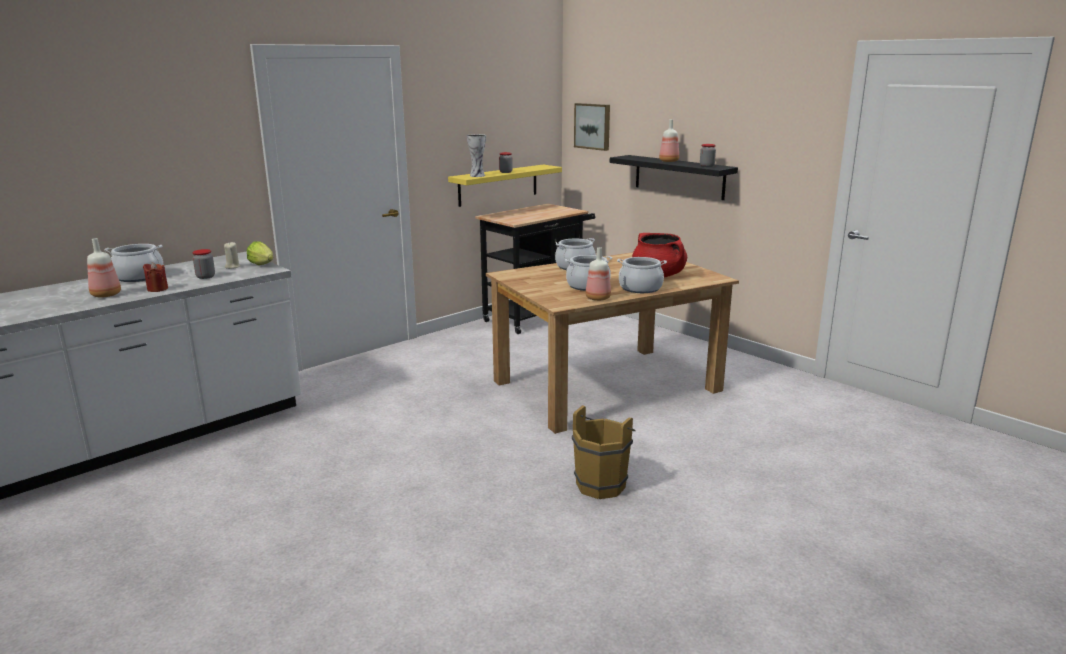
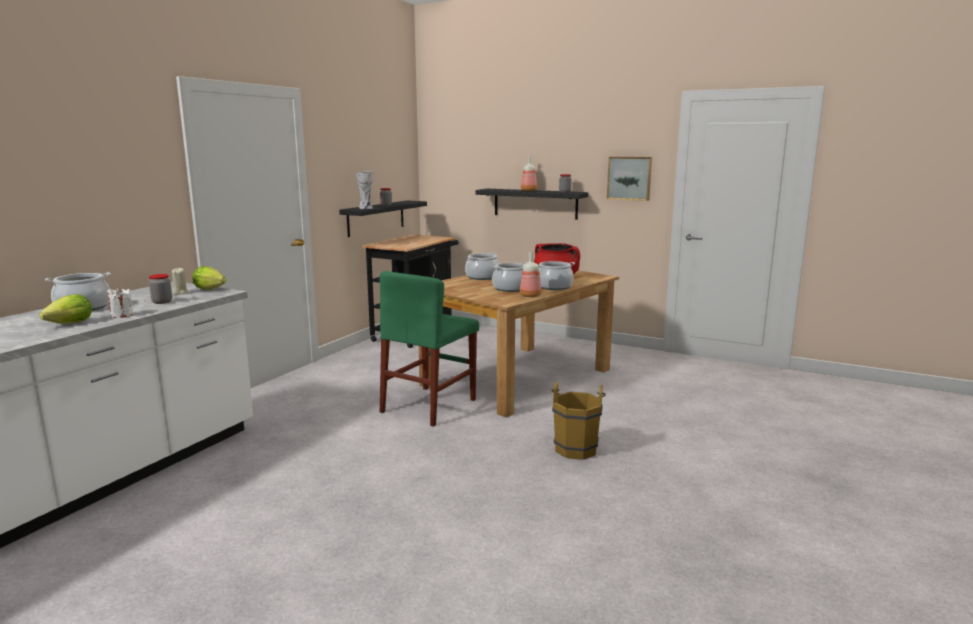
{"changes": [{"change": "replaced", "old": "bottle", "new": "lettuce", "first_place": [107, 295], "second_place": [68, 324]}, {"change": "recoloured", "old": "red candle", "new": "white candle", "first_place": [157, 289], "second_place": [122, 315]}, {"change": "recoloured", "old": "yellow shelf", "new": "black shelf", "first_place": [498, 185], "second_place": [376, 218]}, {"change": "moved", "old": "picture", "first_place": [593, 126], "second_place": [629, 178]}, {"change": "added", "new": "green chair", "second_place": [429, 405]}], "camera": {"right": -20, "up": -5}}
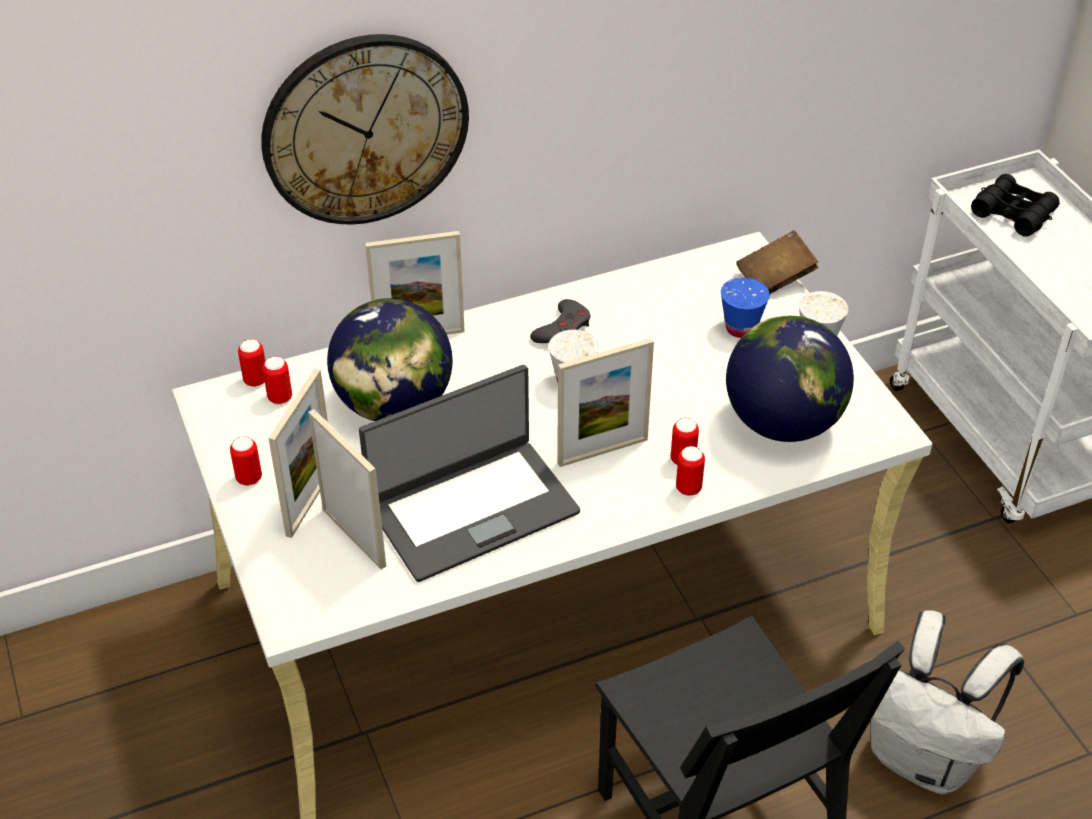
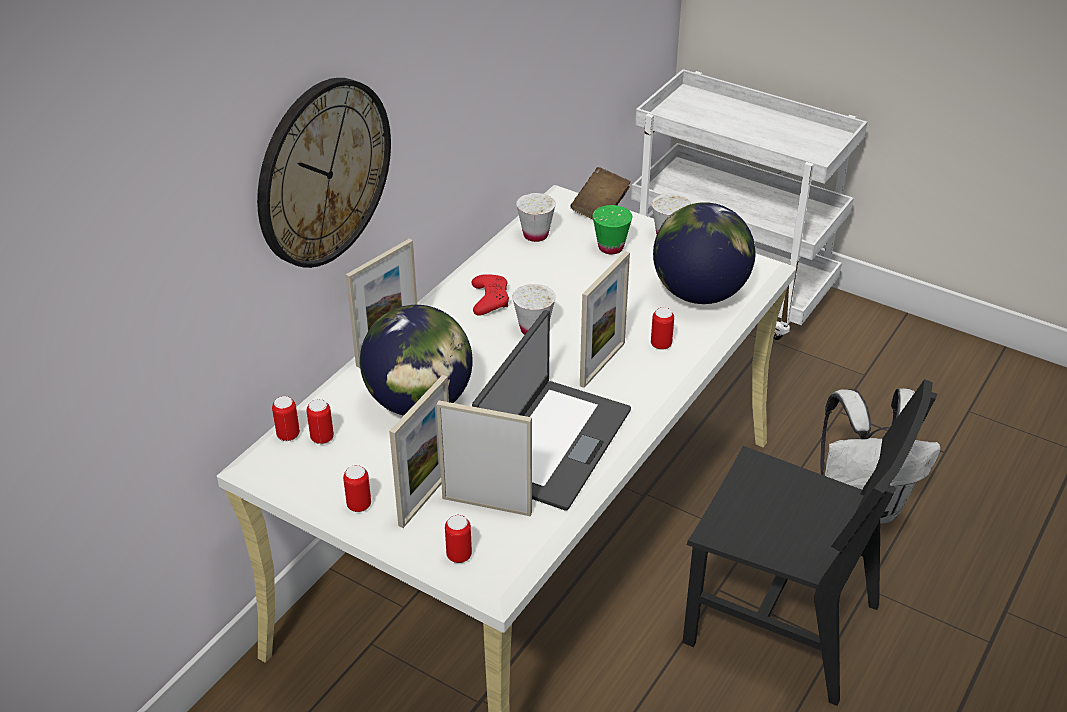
{"changes": [{"change": "turned", "old": "picture frame", "first_place": [310, 501], "second_place": [426, 497], "degrees": 45}, {"change": "recoloured", "old": "grey game controller", "new": "red game controller", "first_place": [563, 329], "second_place": [490, 299]}, {"change": "moved", "old": "can", "first_place": [688, 488], "second_place": [459, 556]}, {"change": "recoloured", "old": "blue cup", "new": "green cup", "first_place": [741, 328], "second_place": [610, 247]}, {"change": "removed", "old": "black binoculars", "first_place": [1013, 213]}, {"change": "added", "new": "white cup", "second_place": [535, 235]}], "camera": {"right": -35, "up": -5}}
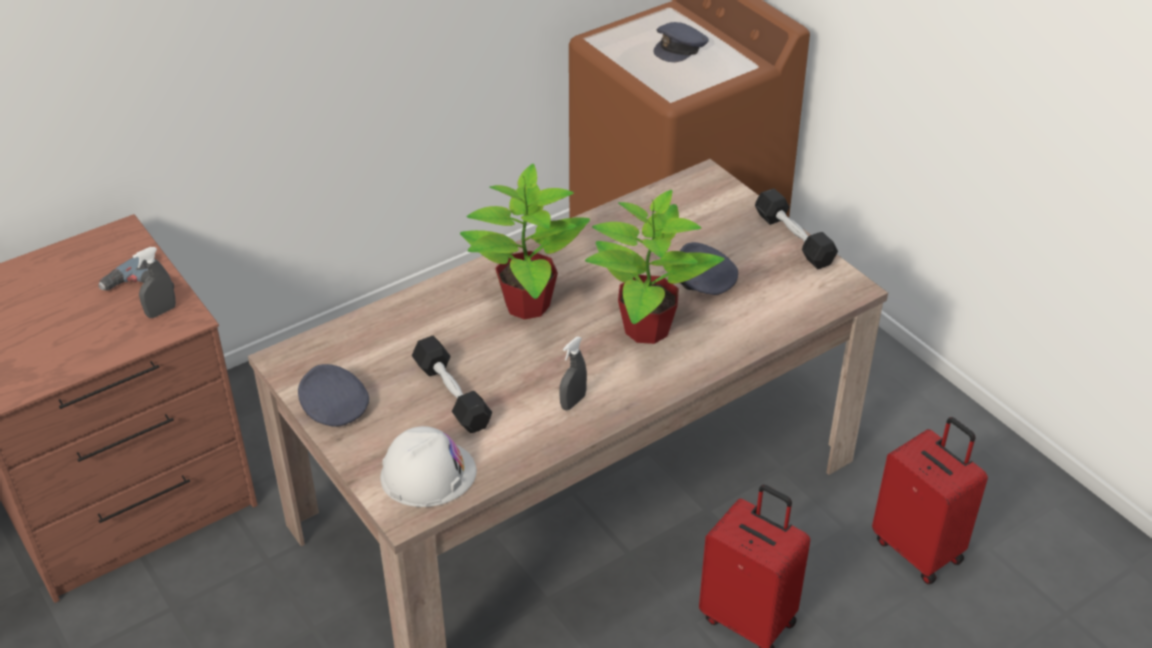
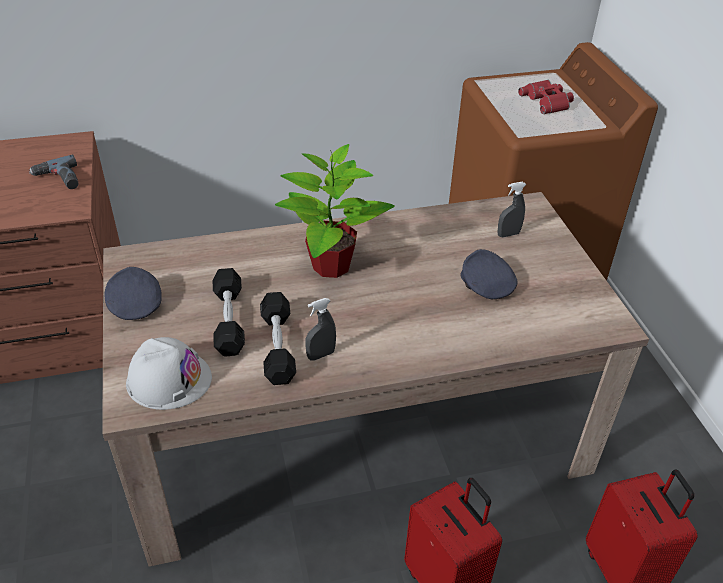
{"changes": [{"change": "moved", "old": "grey spray bottle", "first_place": [161, 312], "second_place": [508, 234]}, {"change": "removed", "old": "potted plant", "first_place": [645, 329]}, {"change": "replaced", "old": "grey cap", "new": "red binoculars", "first_place": [680, 48], "second_place": [547, 101]}, {"change": "moved", "old": "black dumbbell", "first_place": [793, 239], "second_place": [278, 346]}], "camera": {"right": 20, "up": 0}}
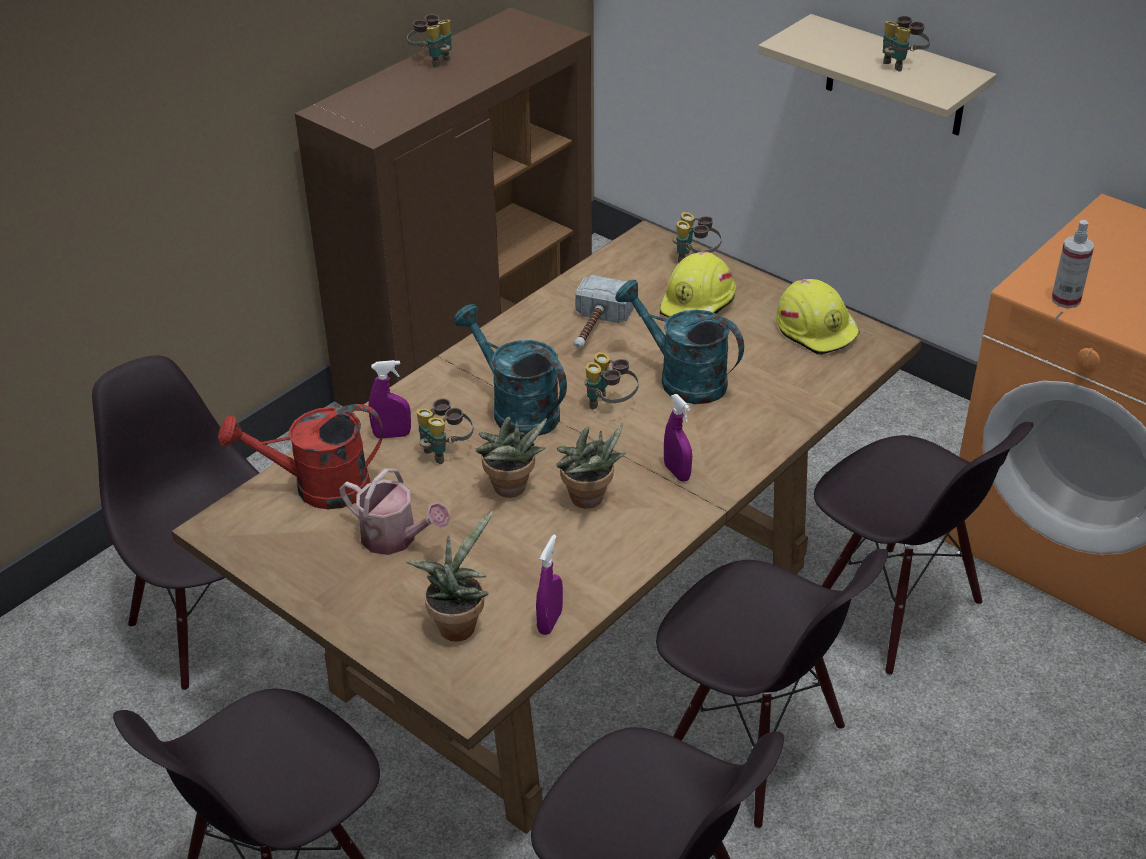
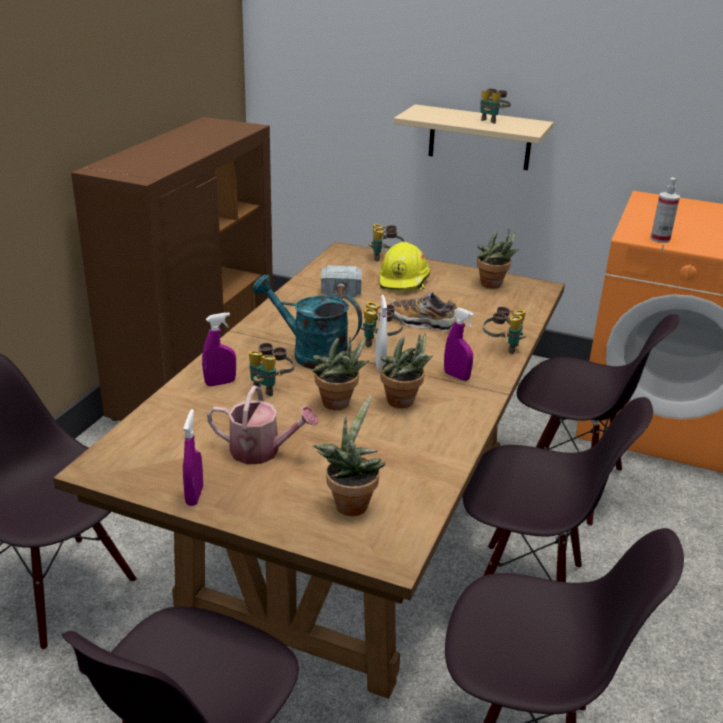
{"changes": [{"change": "removed", "old": "red watering can", "first_place": [318, 488]}, {"change": "moved", "old": "binoculars", "first_place": [433, 60], "second_place": [502, 347]}, {"change": "moved", "old": "purple spray bottle", "first_place": [550, 622], "second_place": [194, 496]}, {"change": "replaced", "old": "turquoise watering can", "new": "shoe", "first_place": [682, 379], "second_place": [421, 322]}, {"change": "replaced", "old": "yellow hard hat", "new": "potted plant", "first_place": [817, 329], "second_place": [493, 285]}, {"change": "added", "new": "white spray bottle", "second_place": [380, 366]}], "camera": {"right": -20, "up": -10}}
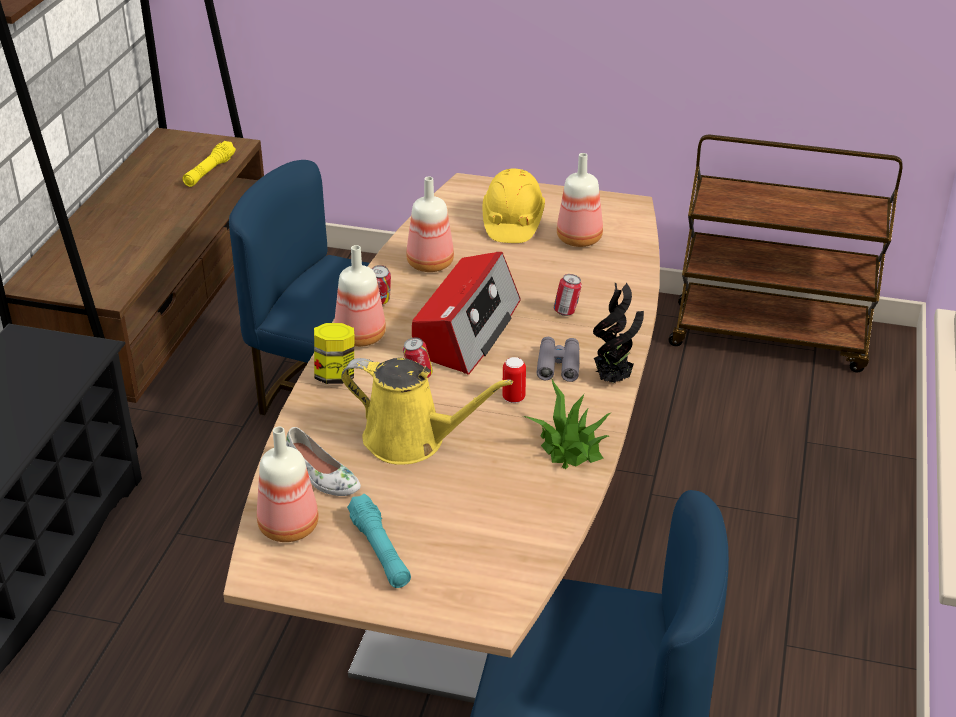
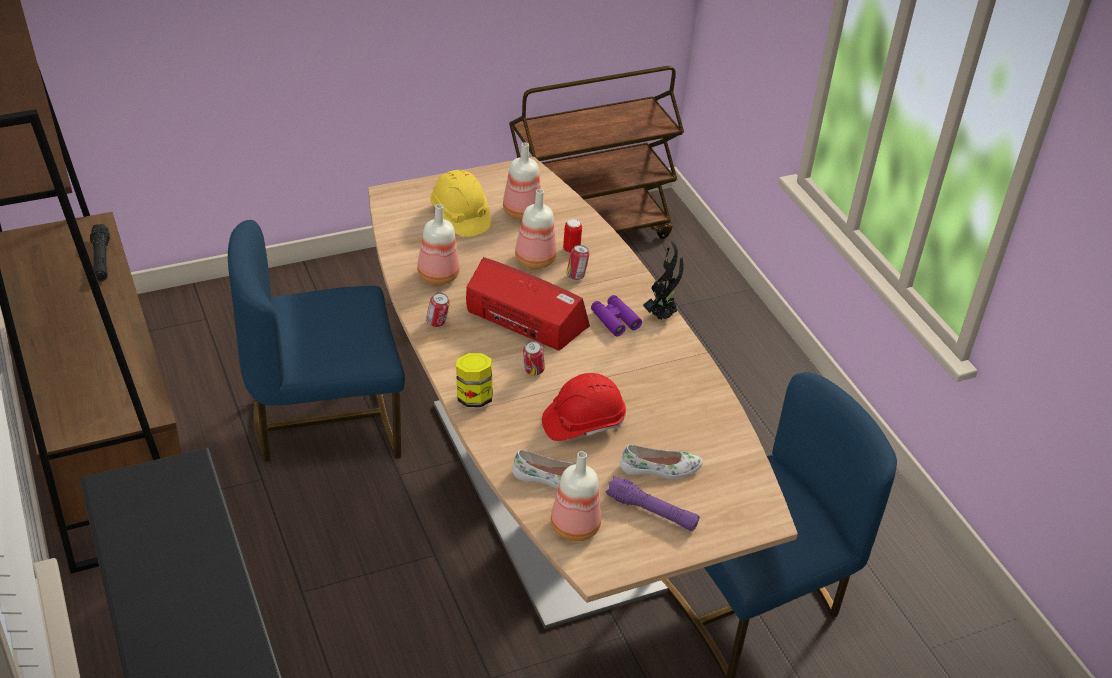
{"changes": [{"change": "recoloured", "old": "yellow flashlight", "new": "black flashlight", "first_place": [209, 171], "second_place": [101, 259]}, {"change": "moved", "old": "bottle", "first_place": [359, 337], "second_place": [534, 260]}, {"change": "replaced", "old": "yellow watering can", "new": "red hard hat", "first_place": [412, 440], "second_place": [583, 422]}, {"change": "recoloured", "old": "turquoise flashlight", "new": "purple flashlight", "first_place": [380, 551], "second_place": [652, 511]}, {"change": "turned", "old": "radio", "first_place": [466, 330], "second_place": [524, 319], "degrees": -45}, {"change": "moved", "old": "can", "first_place": [513, 398], "second_place": [571, 249]}, {"change": "removed", "old": "potted plant", "first_place": [570, 446]}, {"change": "recoloured", "old": "grey binoculars", "new": "purple binoculars", "first_place": [558, 365], "second_place": [615, 320]}, {"change": "added", "new": "white shoe", "second_place": [660, 469]}], "camera": {"right": -40, "up": 5}}
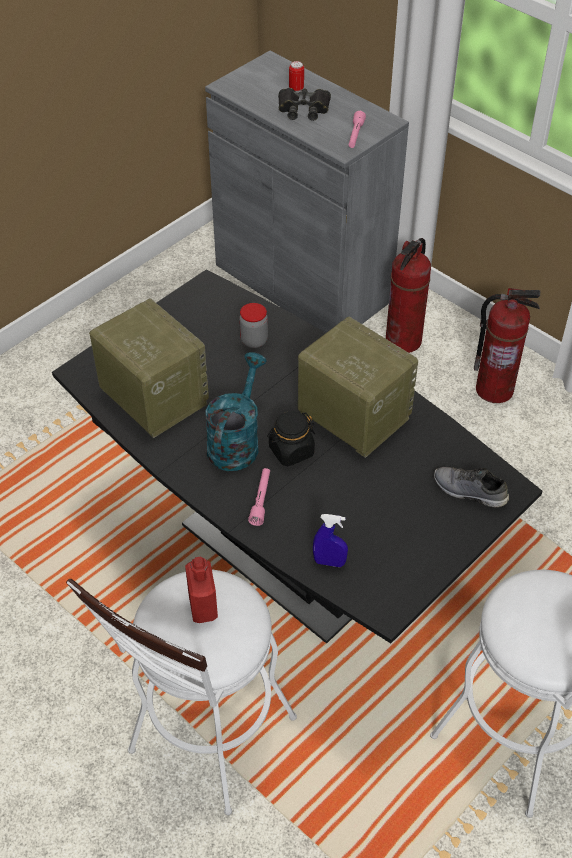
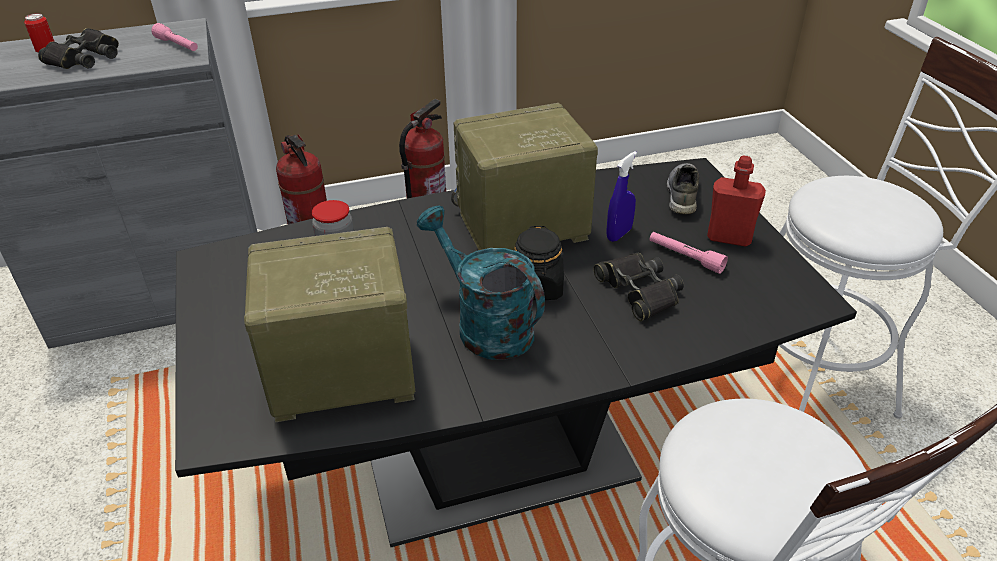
{"changes": [{"change": "moved", "old": "red bottle", "first_place": [203, 607], "second_place": [729, 237]}, {"change": "moved", "old": "pink flashlight", "first_place": [261, 500], "second_place": [685, 257]}, {"change": "moved", "old": "blue spray bottle", "first_place": [329, 562], "second_place": [619, 234]}, {"change": "turned", "old": "grey shoe", "first_place": [469, 492], "second_place": [681, 194], "degrees": 135}, {"change": "added", "new": "black binoculars", "second_place": [639, 291]}], "camera": {"right": -60, "up": -10}}
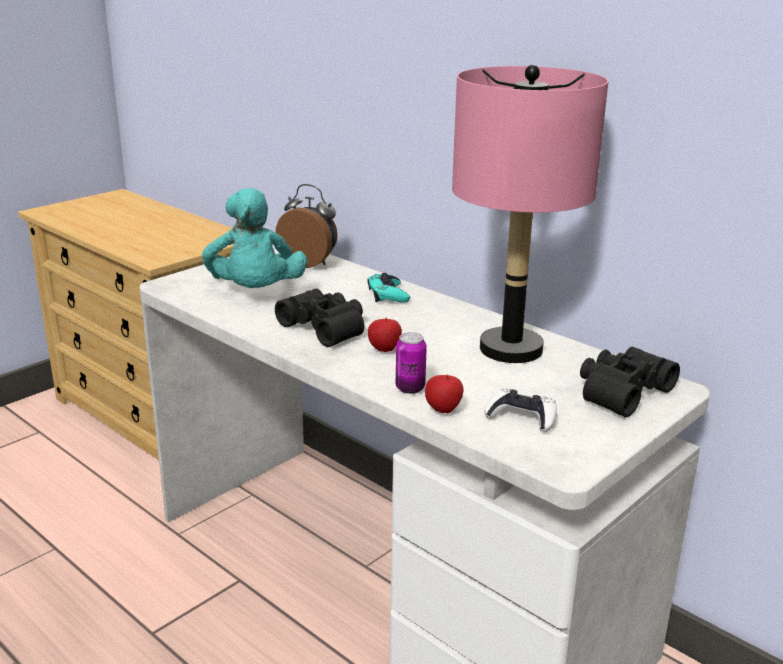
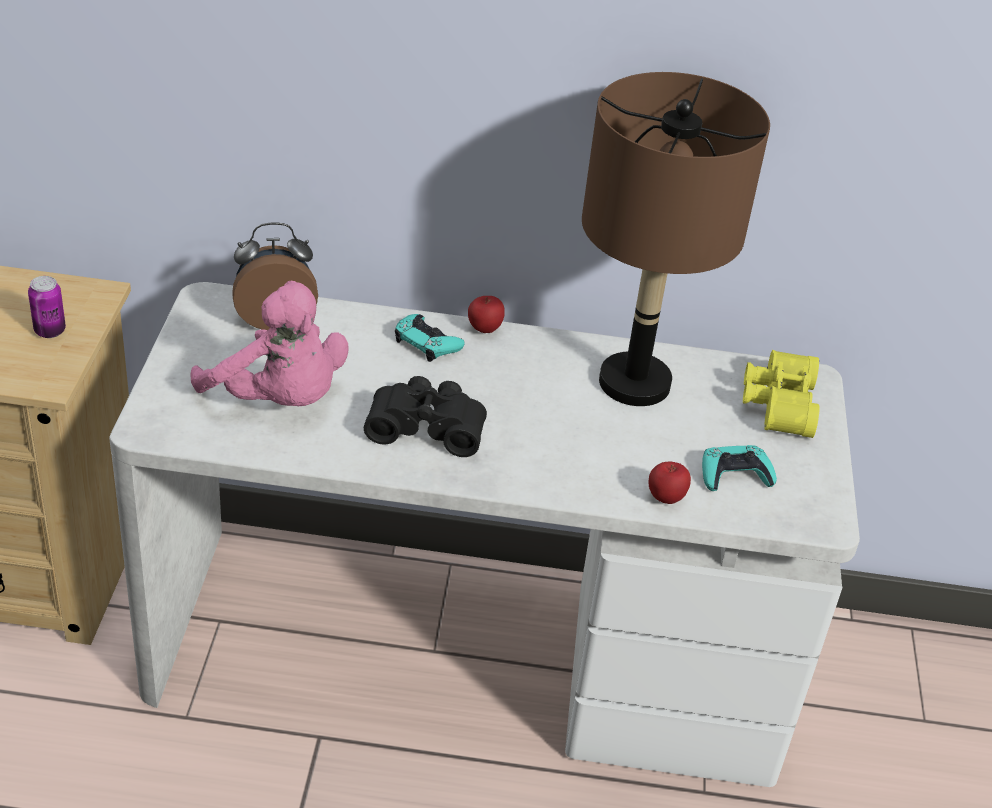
{"changes": [{"change": "recoloured", "old": "turquoise plush toy", "new": "pink plush toy", "first_place": [255, 293], "second_place": [279, 400]}, {"change": "moved", "old": "apple", "first_place": [384, 350], "second_place": [484, 329]}, {"change": "moved", "old": "can", "first_place": [410, 388], "second_place": [50, 331]}, {"change": "recoloured", "old": "pink table lamp", "new": "brown table lamp", "first_place": [510, 349], "second_place": [634, 384]}, {"change": "recoloured", "old": "white game controller", "new": "turquoise game controller", "first_place": [522, 416], "second_place": [734, 475]}, {"change": "recoloured", "old": "black binoculars", "new": "yellow binoculars", "first_place": [620, 391], "second_place": [776, 403]}], "camera": {"right": -40, "up": 15}}
